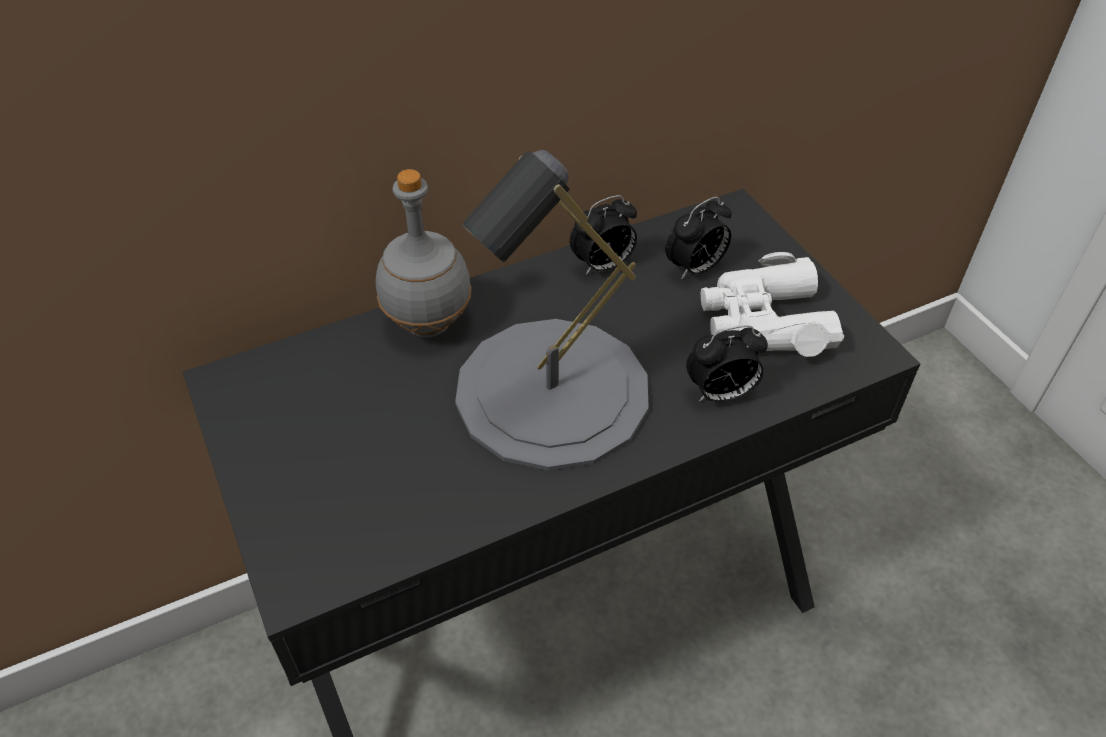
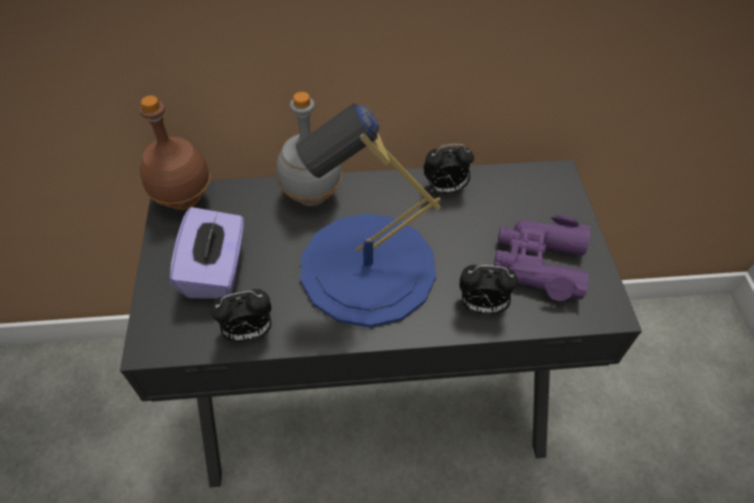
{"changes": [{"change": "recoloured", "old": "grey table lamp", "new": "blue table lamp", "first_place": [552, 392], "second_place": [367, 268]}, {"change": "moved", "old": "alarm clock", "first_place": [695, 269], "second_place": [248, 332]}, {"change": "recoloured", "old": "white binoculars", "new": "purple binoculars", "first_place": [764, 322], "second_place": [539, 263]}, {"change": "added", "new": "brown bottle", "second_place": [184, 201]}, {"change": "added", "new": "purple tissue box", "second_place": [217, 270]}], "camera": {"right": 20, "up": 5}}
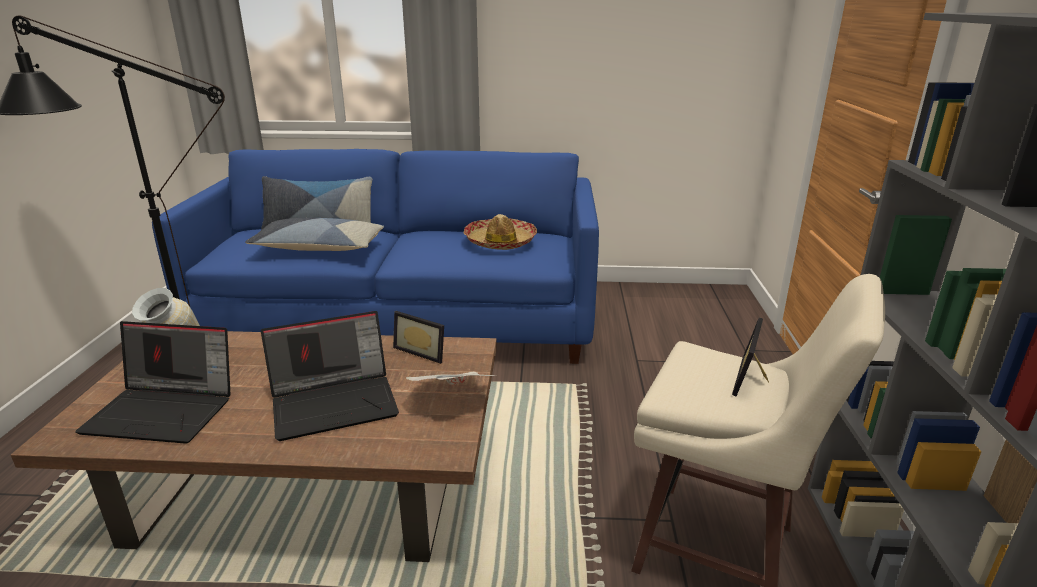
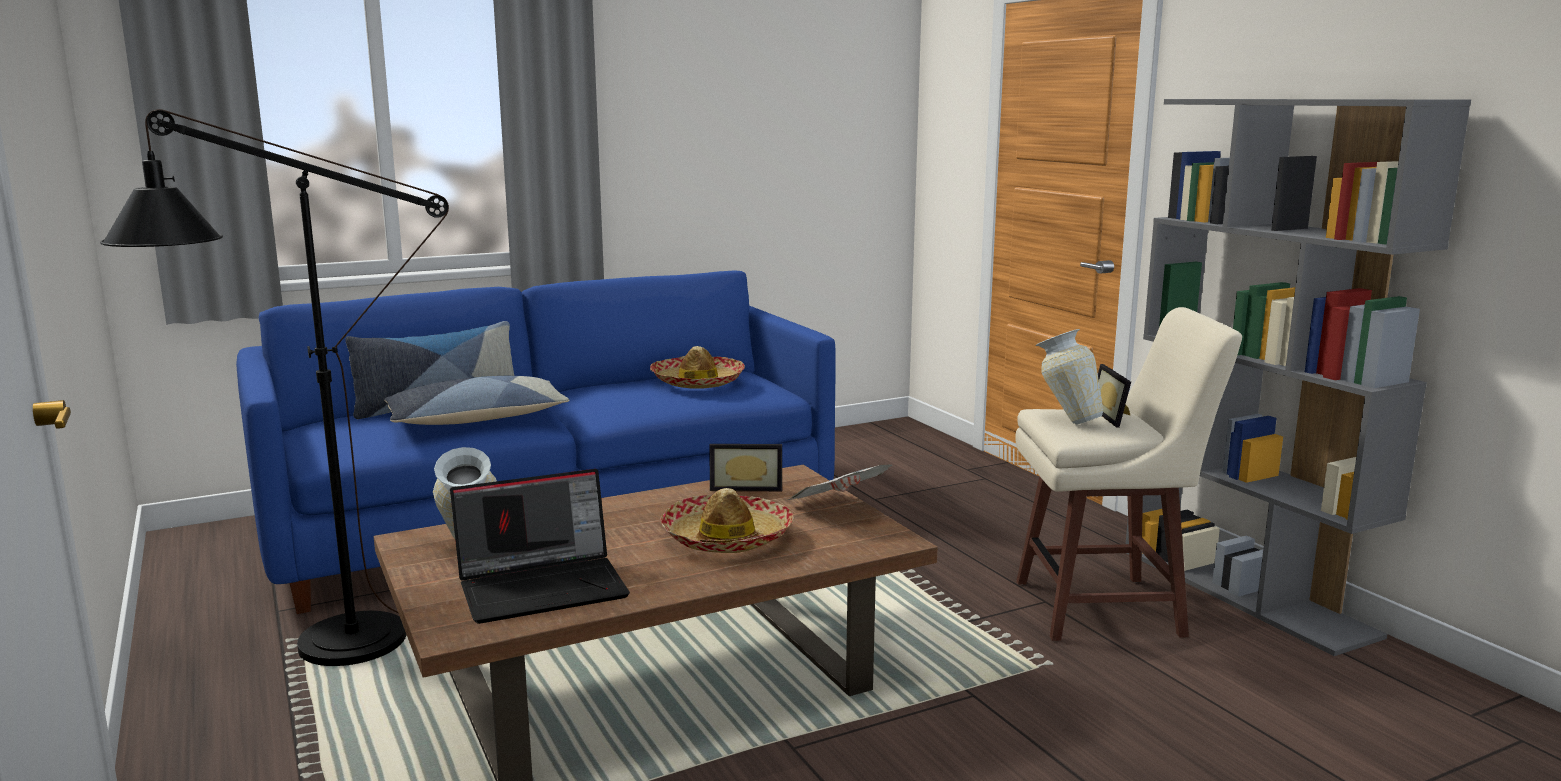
{"changes": [{"change": "replaced", "old": "laptop", "new": "hat", "first_place": [336, 402], "second_place": [727, 538]}, {"change": "added", "new": "vase", "second_place": [1065, 420]}], "camera": {"right": -30, "up": -10}}
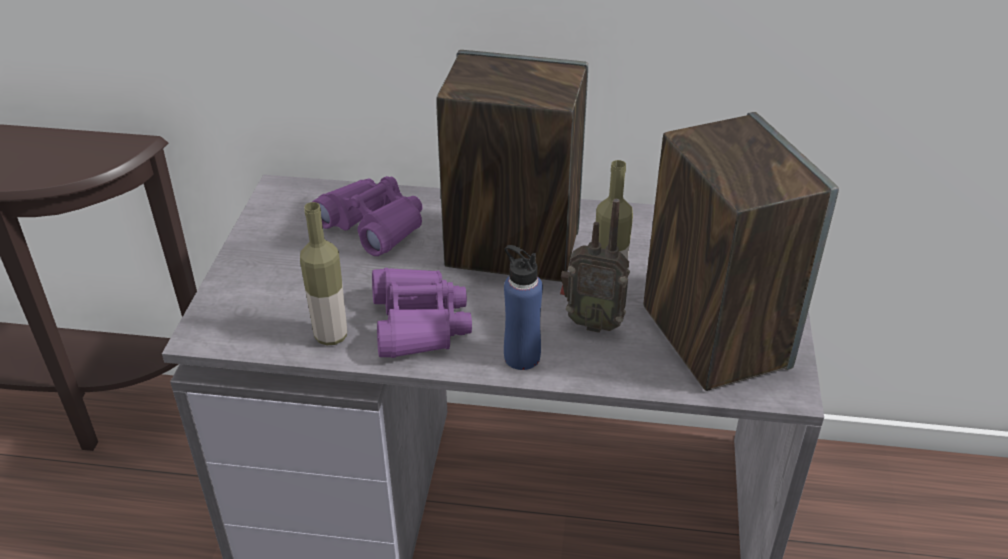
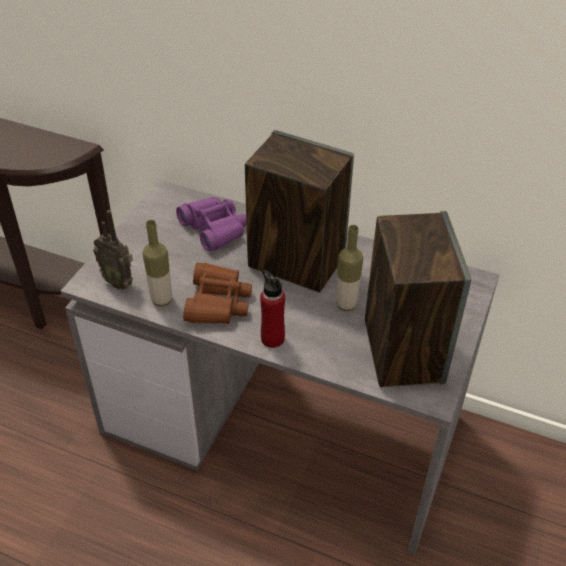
{"changes": [{"change": "recoloured", "old": "purple binoculars", "new": "brown binoculars", "first_place": [419, 323], "second_place": [218, 302]}, {"change": "recoloured", "old": "blue bottle", "new": "red bottle", "first_place": [522, 357], "second_place": [272, 338]}, {"change": "moved", "old": "radio", "first_place": [592, 322], "second_place": [119, 282]}], "camera": {"right": 15, "up": 5}}
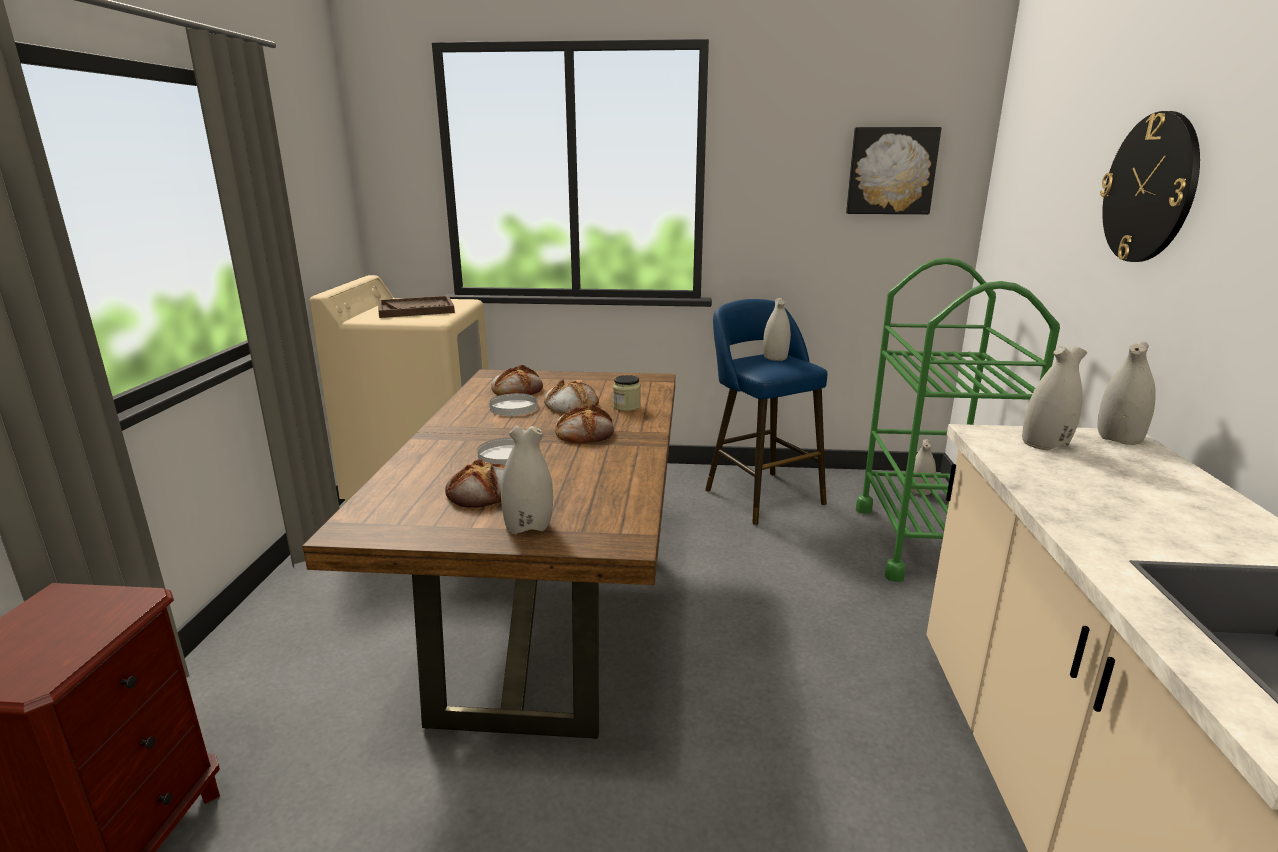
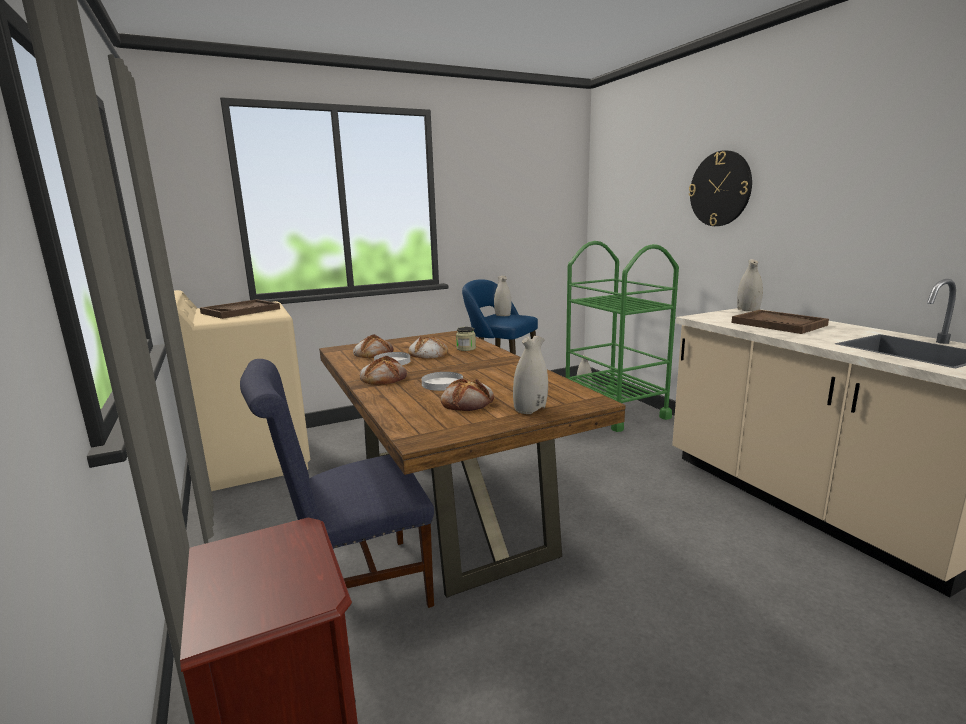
{"changes": [{"change": "moved", "old": "bread", "first_place": [585, 432], "second_place": [383, 377]}, {"change": "removed", "old": "picture", "first_place": [891, 171]}, {"change": "removed", "old": "white vase", "first_place": [1045, 443]}, {"change": "added", "new": "blue chair", "second_place": [353, 589]}, {"change": "added", "new": "brown tray", "second_place": [778, 324]}], "camera": {"right": -30, "up": -5}}
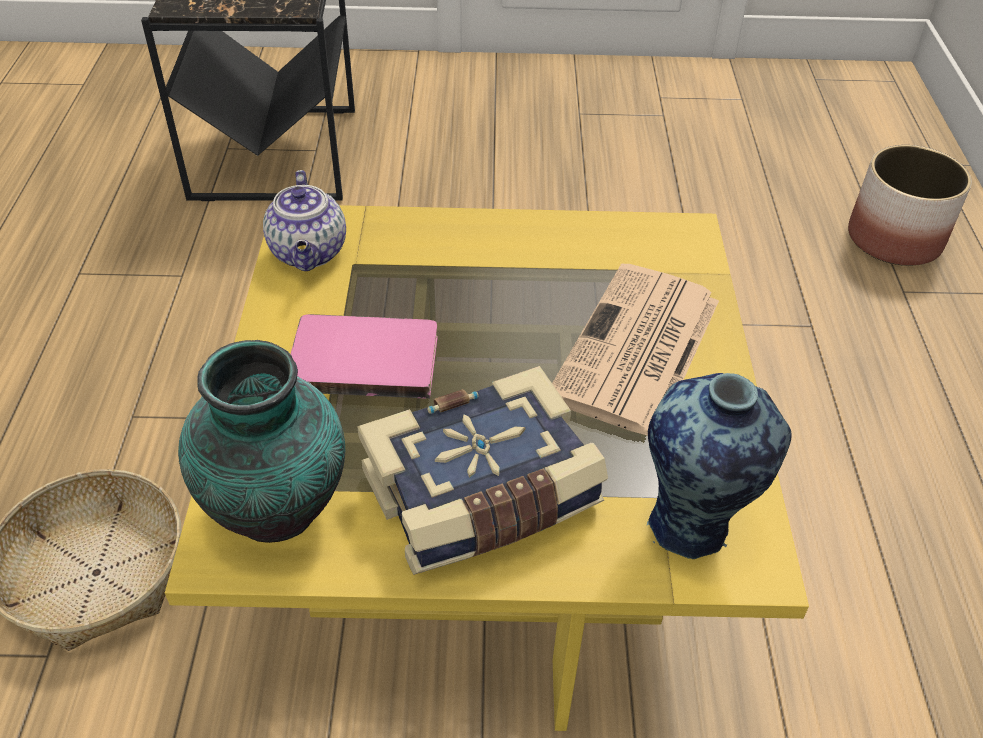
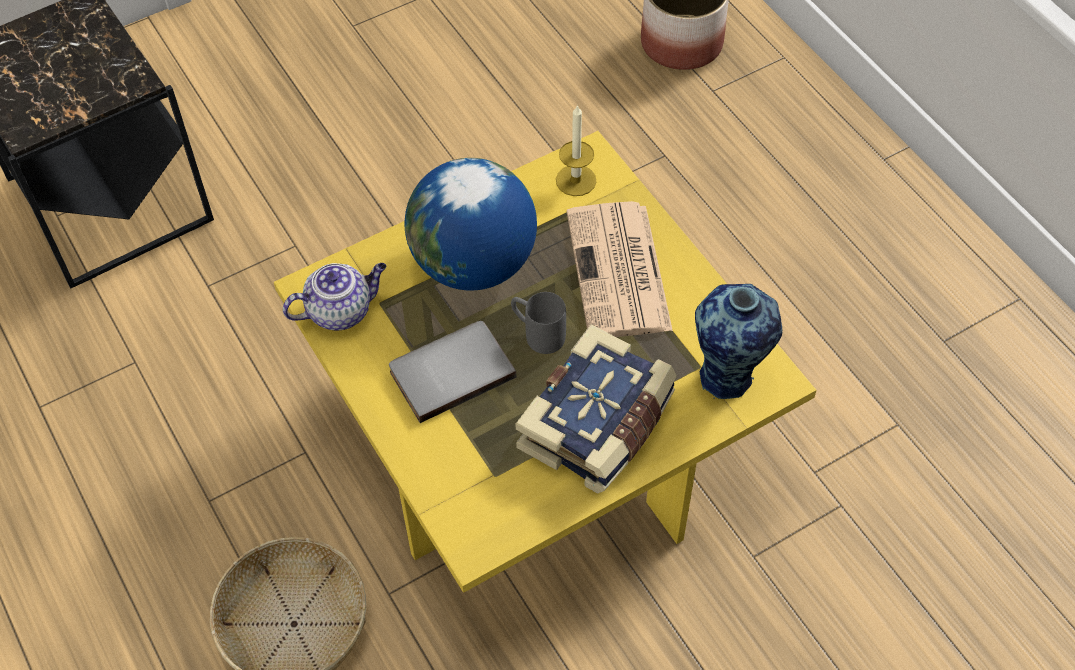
{"changes": [{"change": "removed", "old": "vase", "first_place": [280, 510]}, {"change": "turned", "old": "teapot", "first_place": [309, 253], "second_place": [341, 310], "degrees": -75}, {"change": "recoloured", "old": "pink book", "new": "grey book", "first_place": [365, 357], "second_place": [450, 371]}, {"change": "added", "new": "globe", "second_place": [473, 264]}, {"change": "added", "new": "grey mug", "second_place": [537, 334]}, {"change": "added", "new": "candle", "second_place": [576, 180]}], "camera": {"right": -30, "up": 10}}
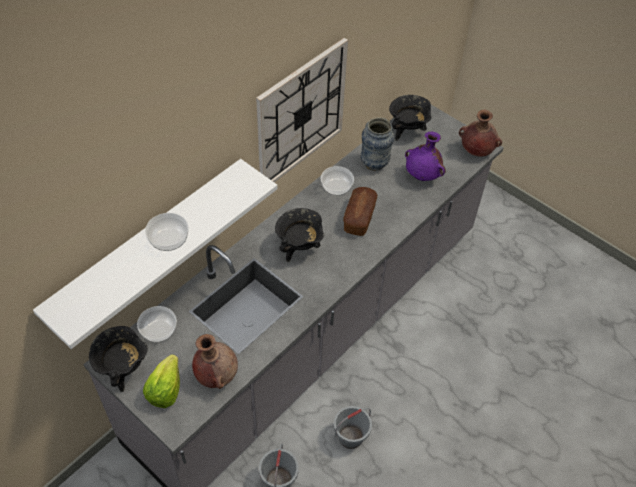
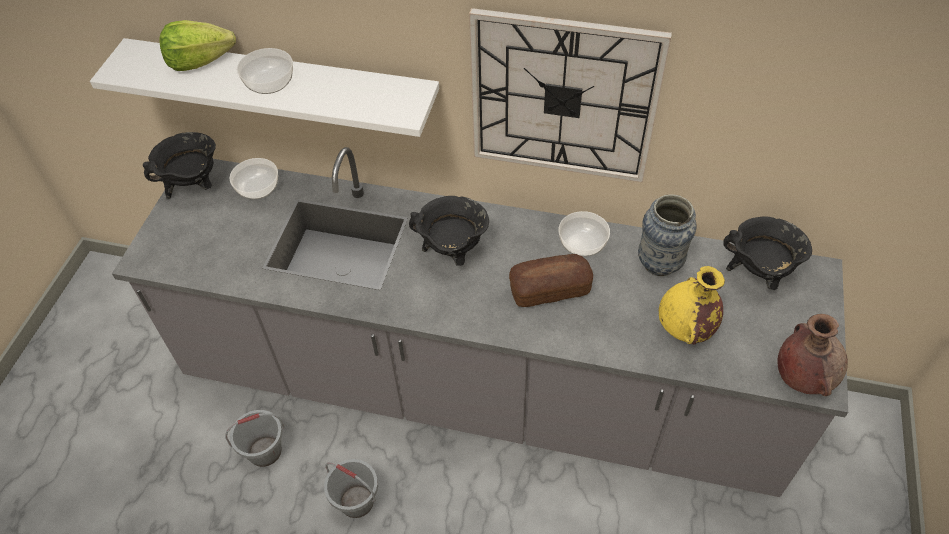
{"changes": [{"change": "moved", "old": "lettuce", "first_place": [165, 390], "second_place": [199, 61]}, {"change": "removed", "old": "brown vase", "first_place": [216, 374]}, {"change": "recoloured", "old": "purple vase", "new": "yellow vase", "first_place": [422, 176], "second_place": [685, 329]}], "camera": {"right": 65, "up": 0}}
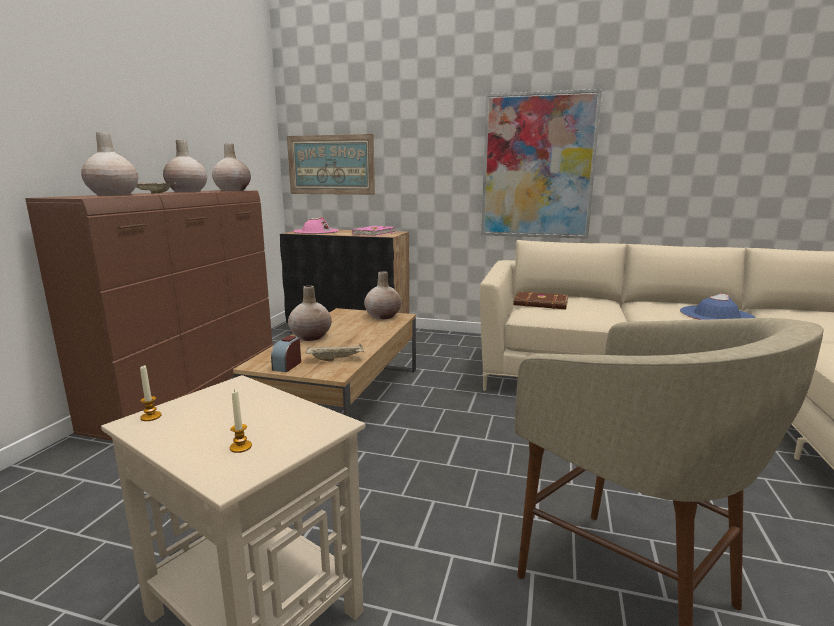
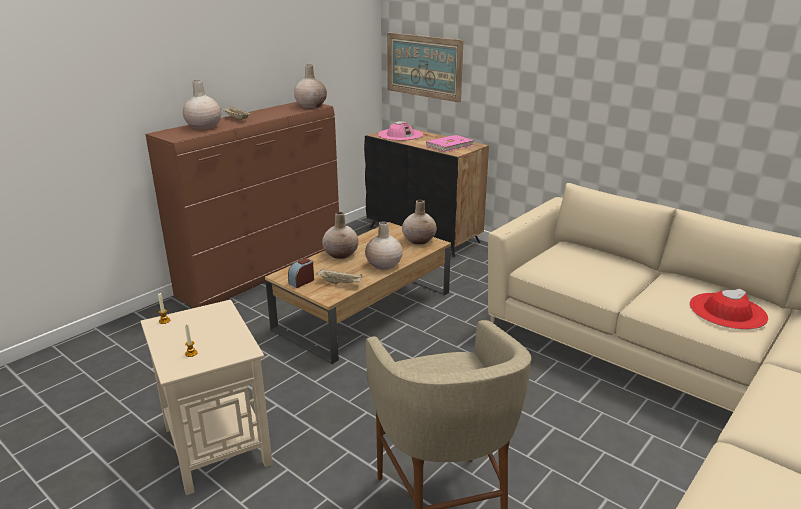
{"changes": [{"change": "moved", "old": "beige vase", "first_place": [187, 192], "second_place": [384, 265]}, {"change": "removed", "old": "picture", "first_place": [537, 167]}, {"change": "removed", "old": "brown book", "first_place": [541, 304]}, {"change": "recoloured", "old": "blue hat", "new": "red hat", "first_place": [716, 315], "second_place": [727, 311]}], "camera": {"right": 25, "up": 10}}
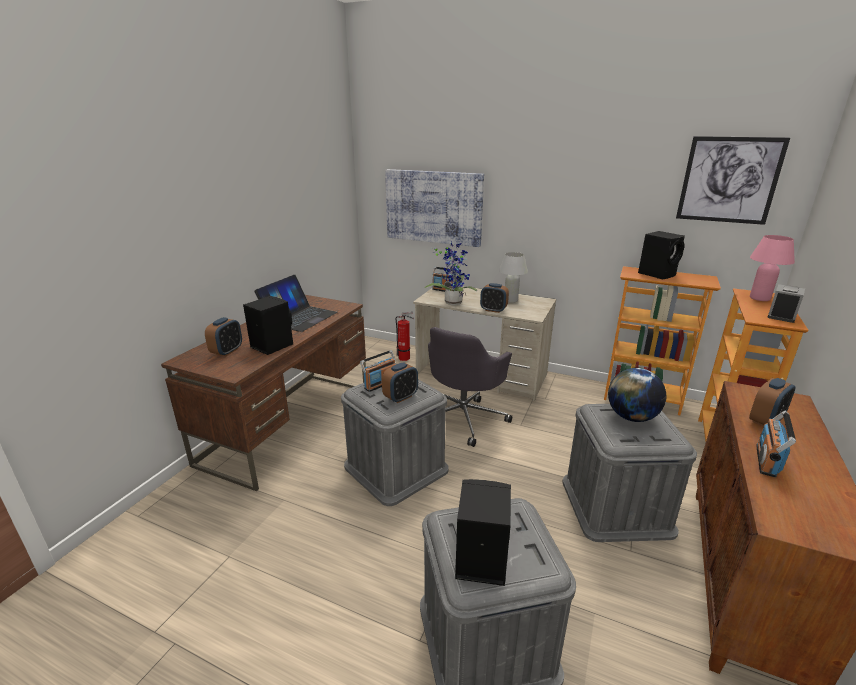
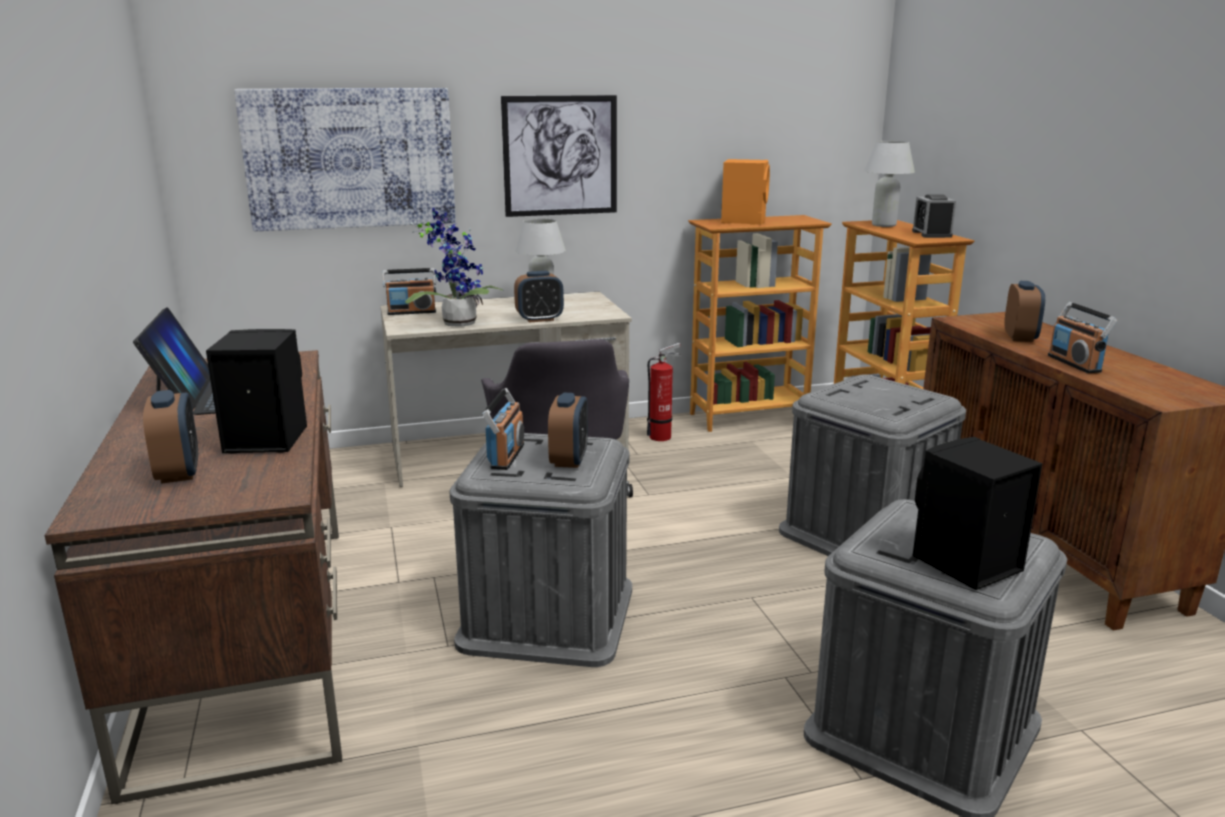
{"changes": [{"change": "moved", "old": "fire extinguisher", "first_place": [405, 358], "second_place": [663, 436]}, {"change": "removed", "old": "globe", "first_place": [631, 417]}, {"change": "recoloured", "old": "black speaker", "new": "orange speaker", "first_place": [658, 274], "second_place": [744, 221]}, {"change": "moved", "old": "picture", "first_place": [729, 180], "second_place": [560, 156]}, {"change": "recoloured", "old": "pink table lamp", "new": "white table lamp", "first_place": [759, 298], "second_place": [883, 225]}], "camera": {"right": -40, "up": -5}}
